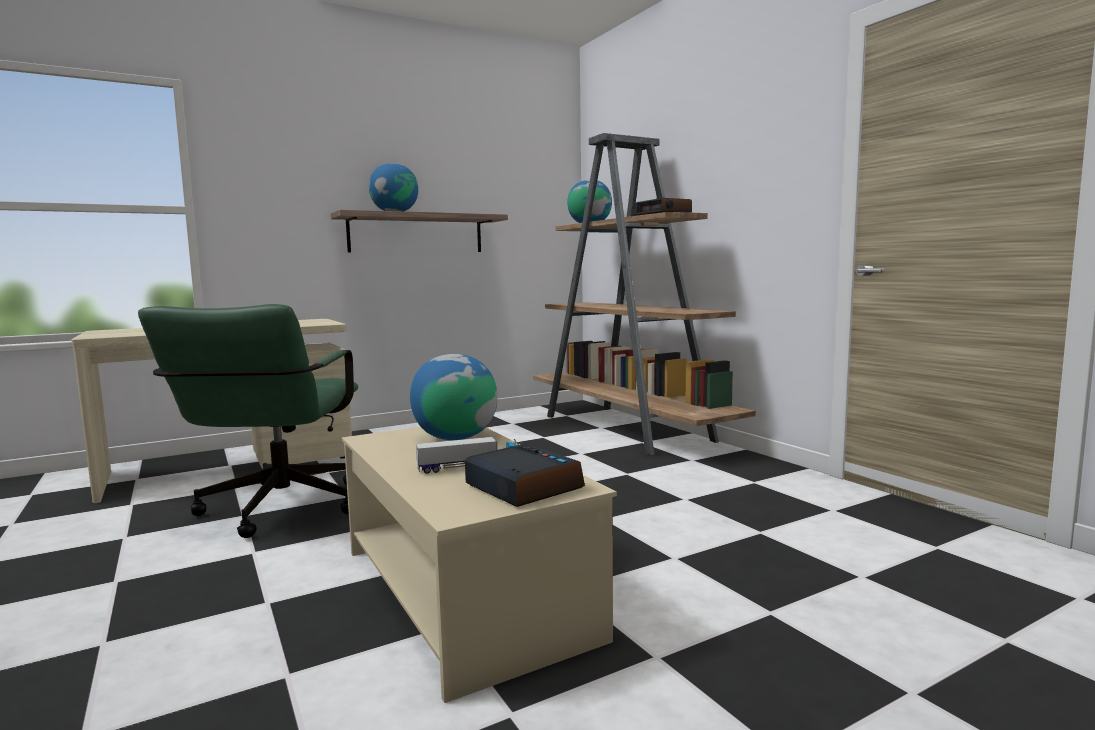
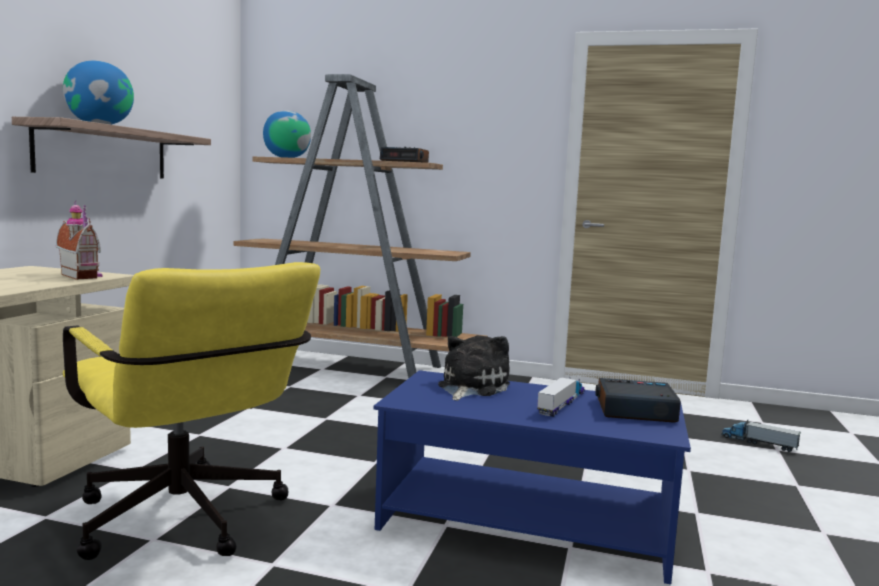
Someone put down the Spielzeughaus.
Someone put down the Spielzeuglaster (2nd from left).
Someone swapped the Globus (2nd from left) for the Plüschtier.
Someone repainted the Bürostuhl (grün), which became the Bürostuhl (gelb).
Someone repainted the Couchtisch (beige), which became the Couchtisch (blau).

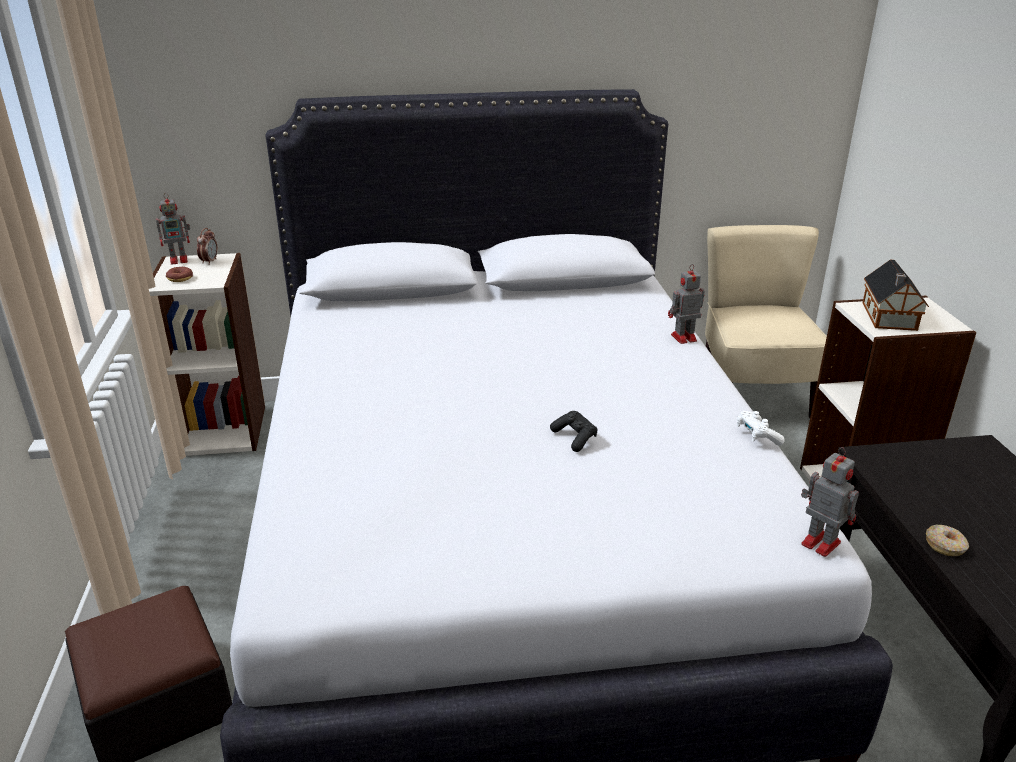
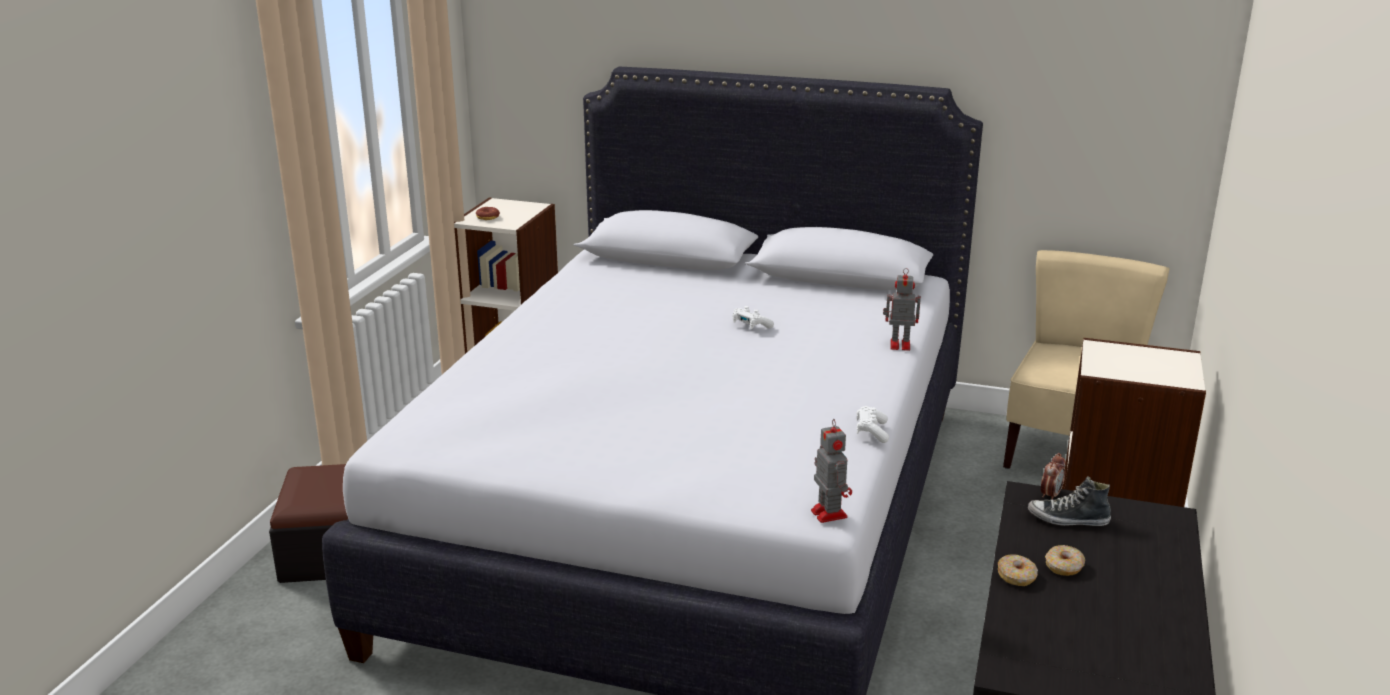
Someone took away the Spielzeugroboter (1st from left).
Someone took away the Gamepad (schwarz).
Someone took away the Spielzeughaus.
Someone put down the Gamepad (weiß) (1st from left).
Someone put down the Schuh.
Someone put down the Donut (3rd from left).
Someone carried the Wecker.

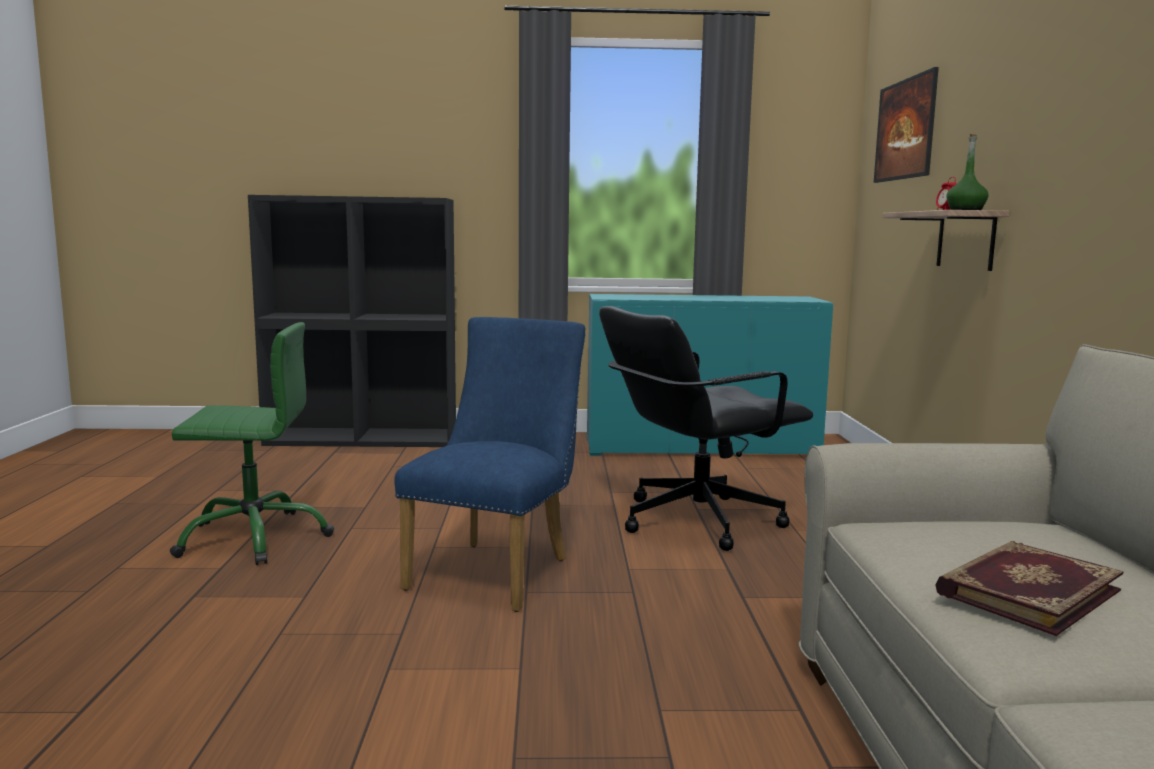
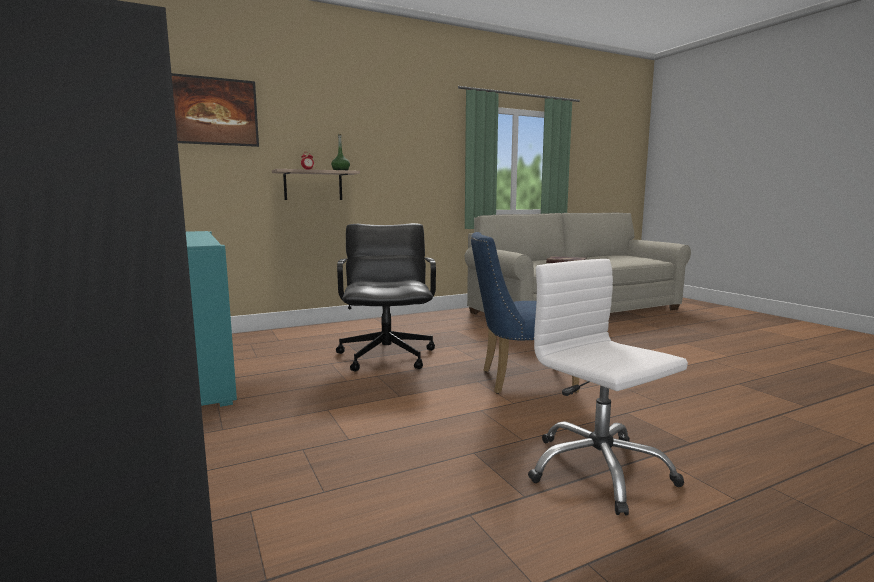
Someone repainted the Bürostuhl (grün), which became the Bürostuhl (weiß).
Someone rotated the Bürostuhl (schwarz) by 135 degrees counterclockwise.

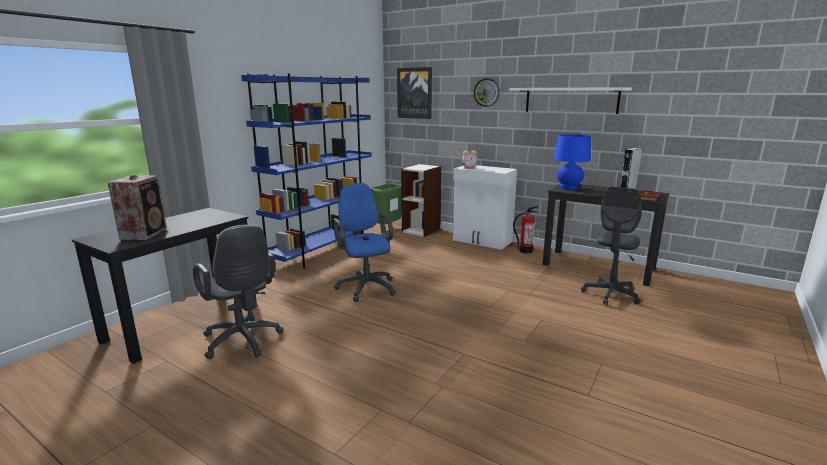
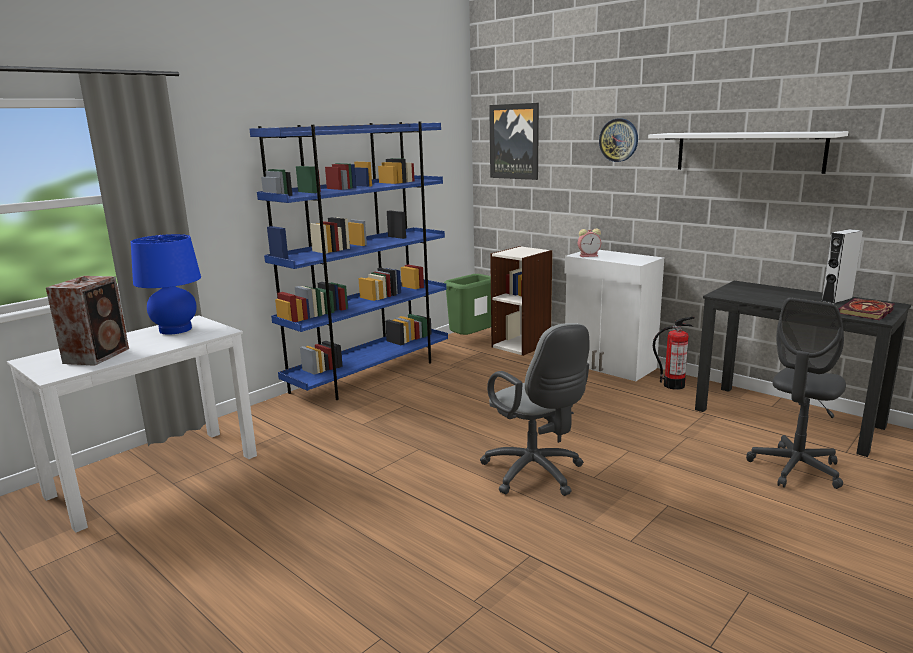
Someone took away the Bürostuhl (blau).
Someone carried the Bürostuhl (grau) (1st from left).
Someone carried the Tischlampe (blau).
Someone repainted the Schreibtisch (schwarz) (1st from left), which became the Schreibtisch (weiß).

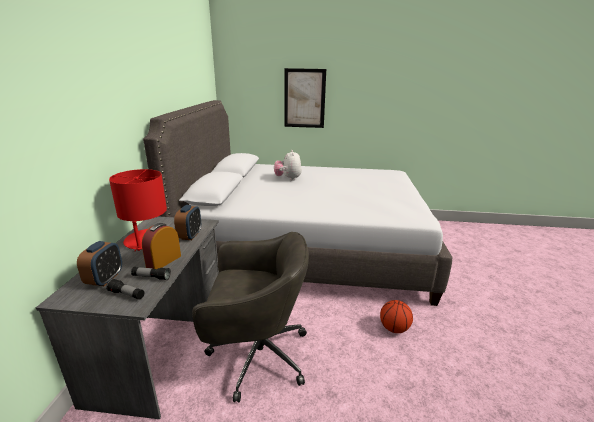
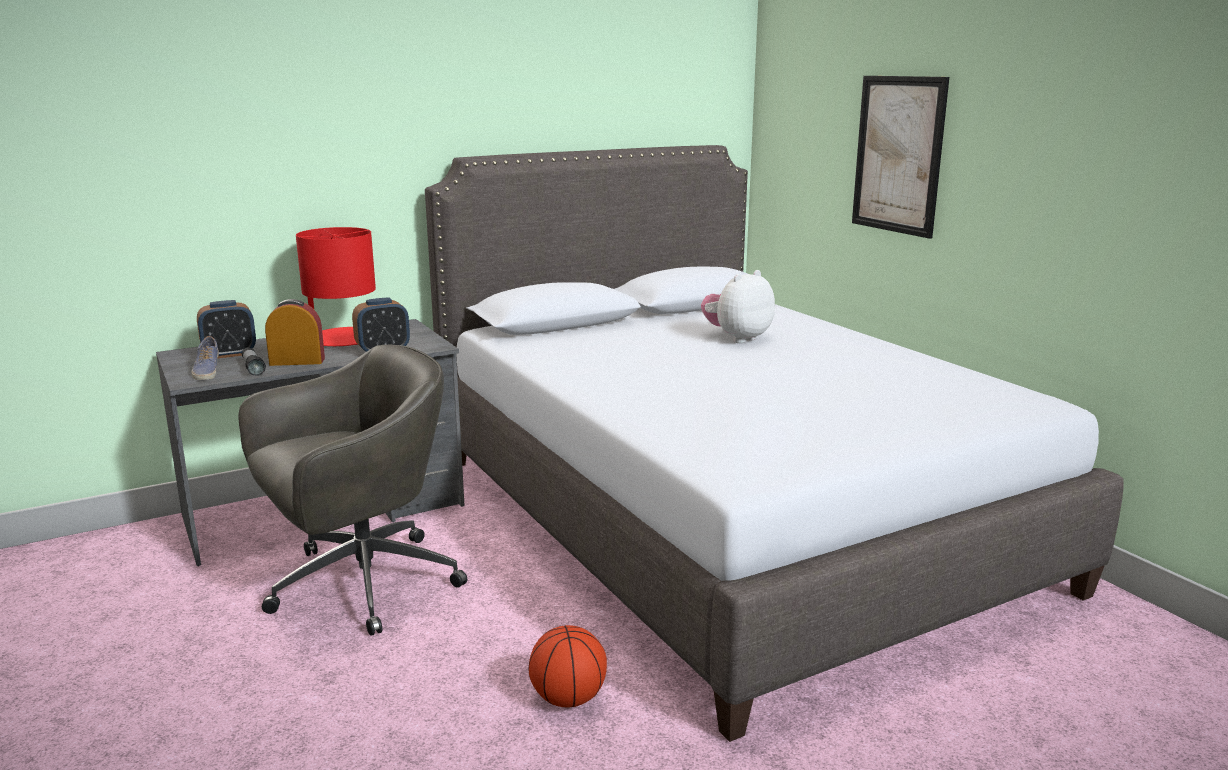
Someone swapped the Taschenlampe (1st from left) for the Schuh.
Someone rotated the Bürostuhl (grau) by 90 degrees counterclockwise.

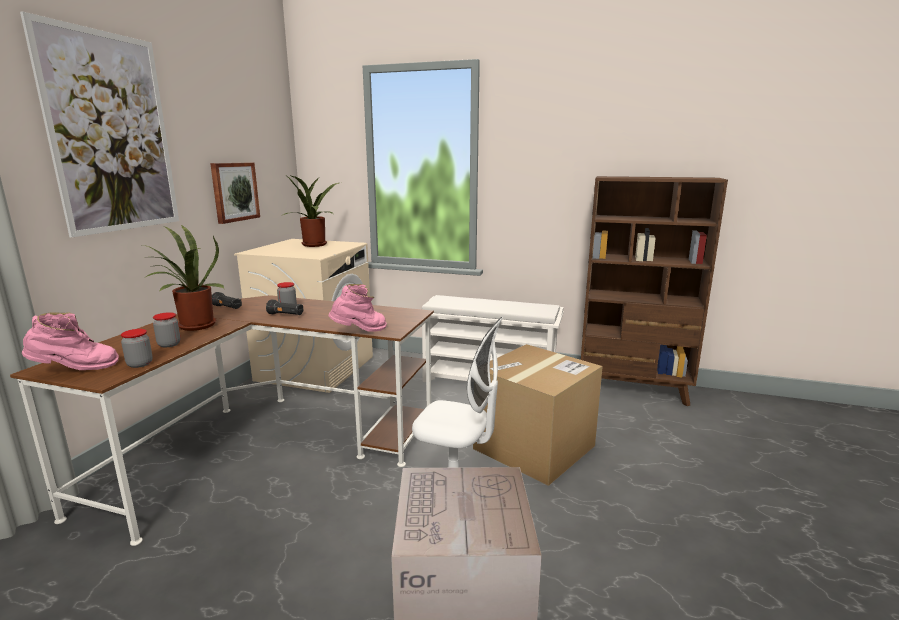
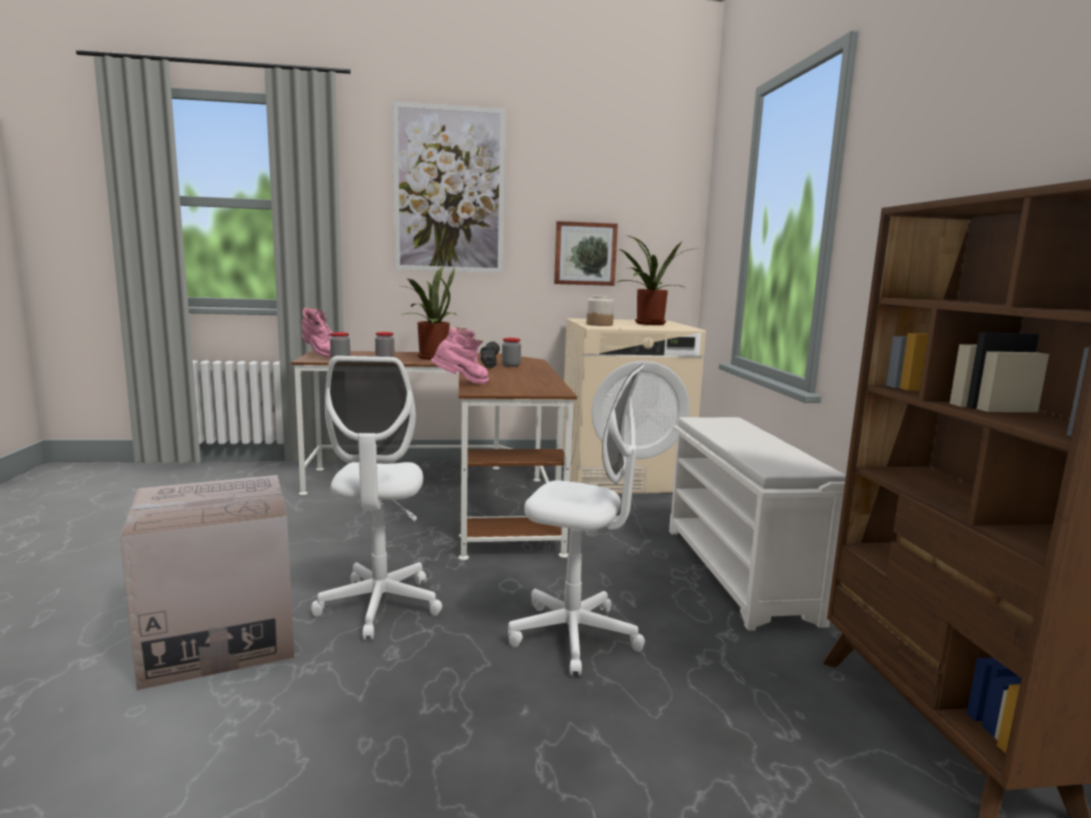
Someone put down the Vorratsglas (4th from left).
Someone swapped the Karton (2nd from left) for the Bürostuhl (weiß) (2nd from left).
Someone rotated the Stiefel (rosa) (2nd from left) by 75 degrees counterclockwise.

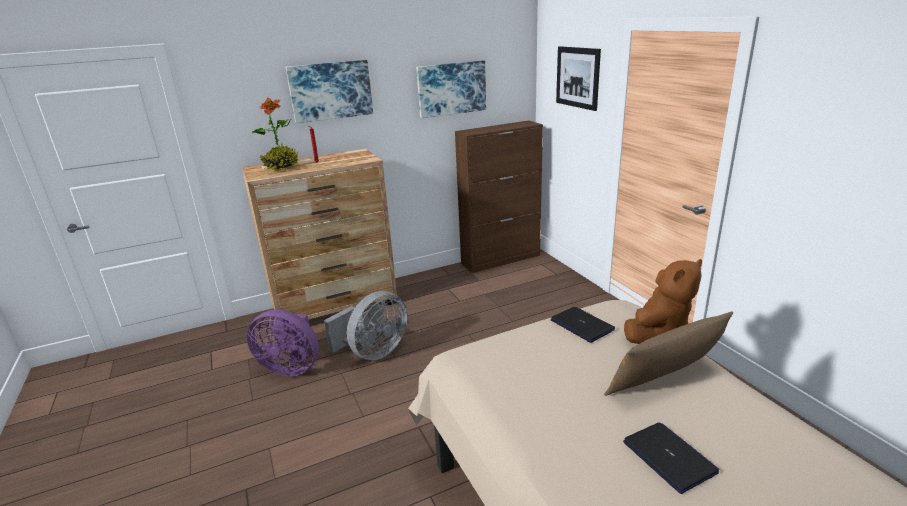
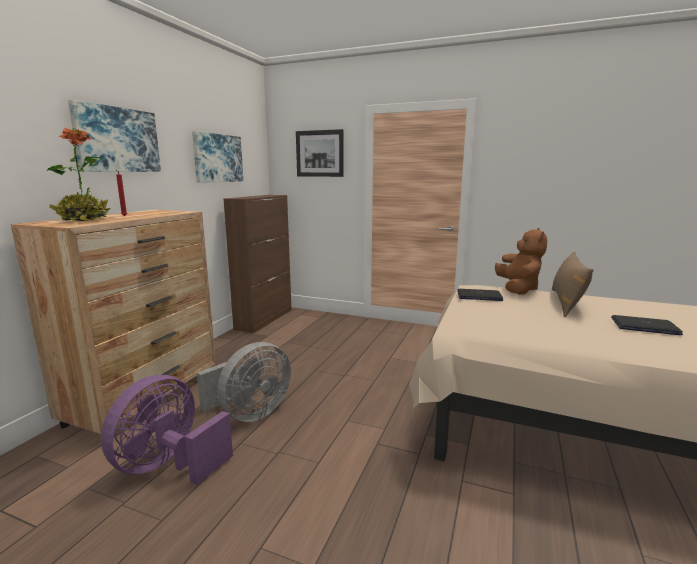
Someone rotated the Ventilator (lila) by 150 degrees clockwise.
Someone rotated the Ventilator (grau) by 45 degrees clockwise.

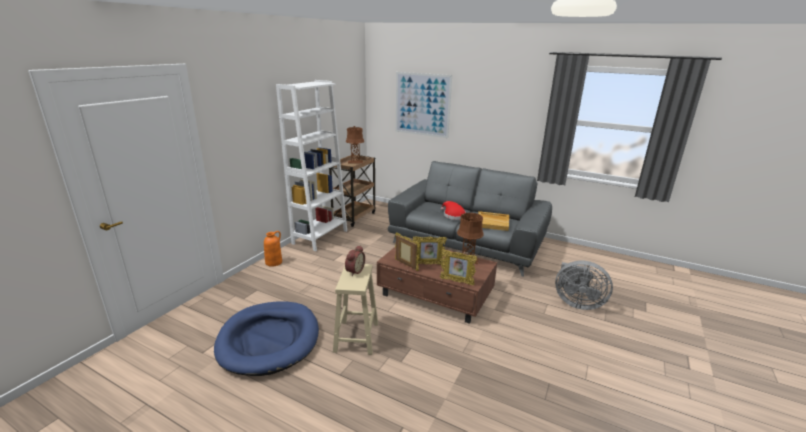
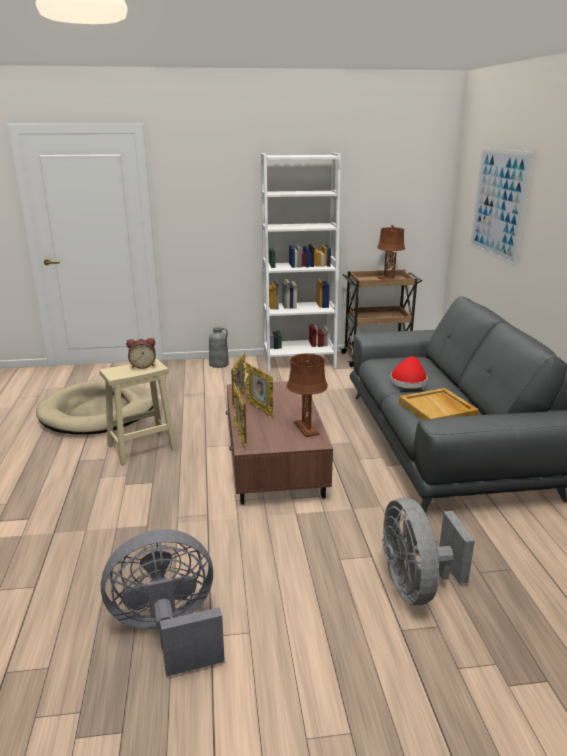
Someone put down the Ventilator (grau) (1st from left).
Someone repainted the Hundebett (blau), which became the Hundebett (beige).
Someone repainted the Vase (orange), which became the Vase (grau).

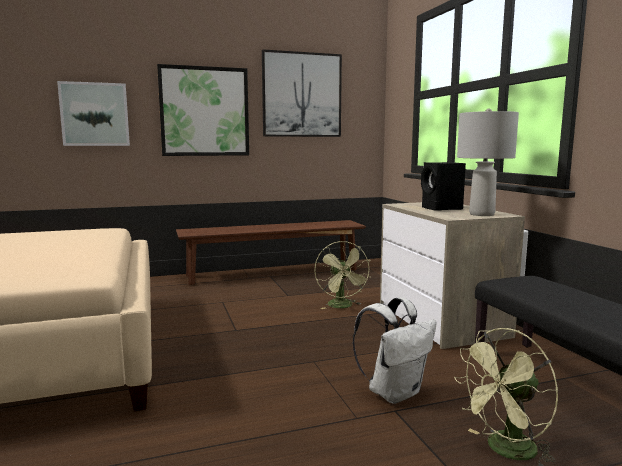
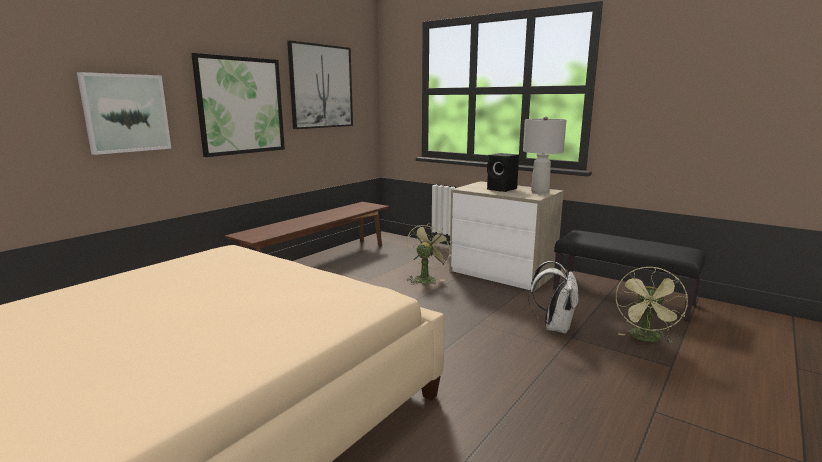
Someone rotated the Ventilator (grün) (1st from left) by 105 degrees counterclockwise.

